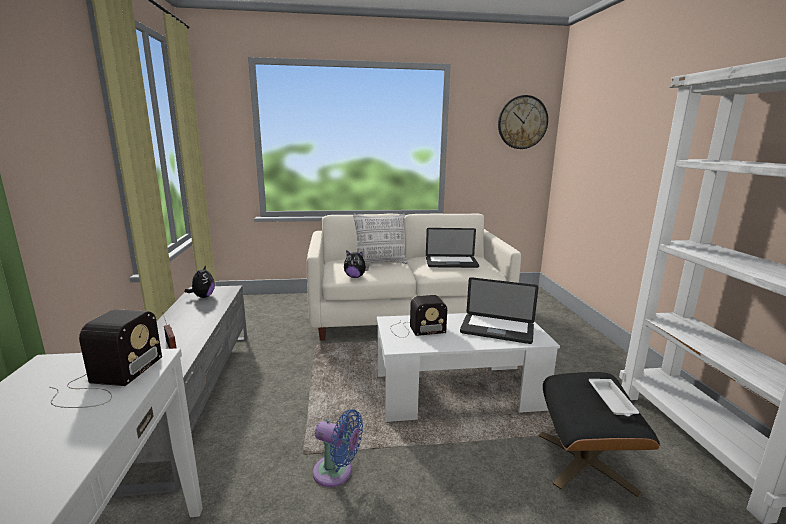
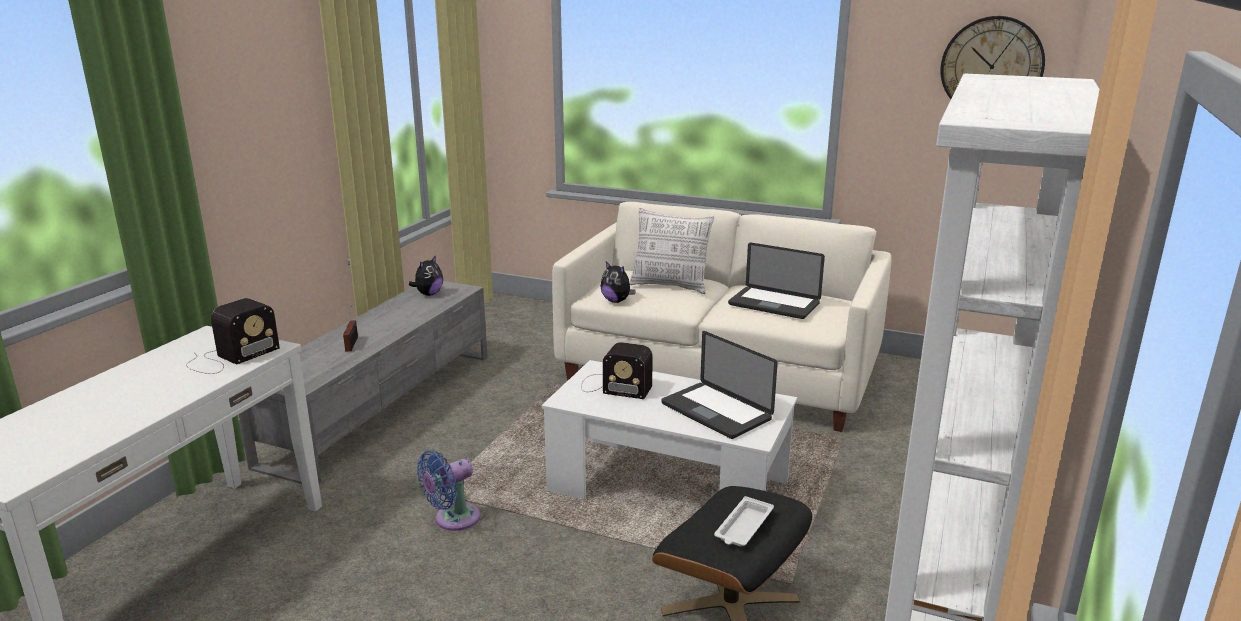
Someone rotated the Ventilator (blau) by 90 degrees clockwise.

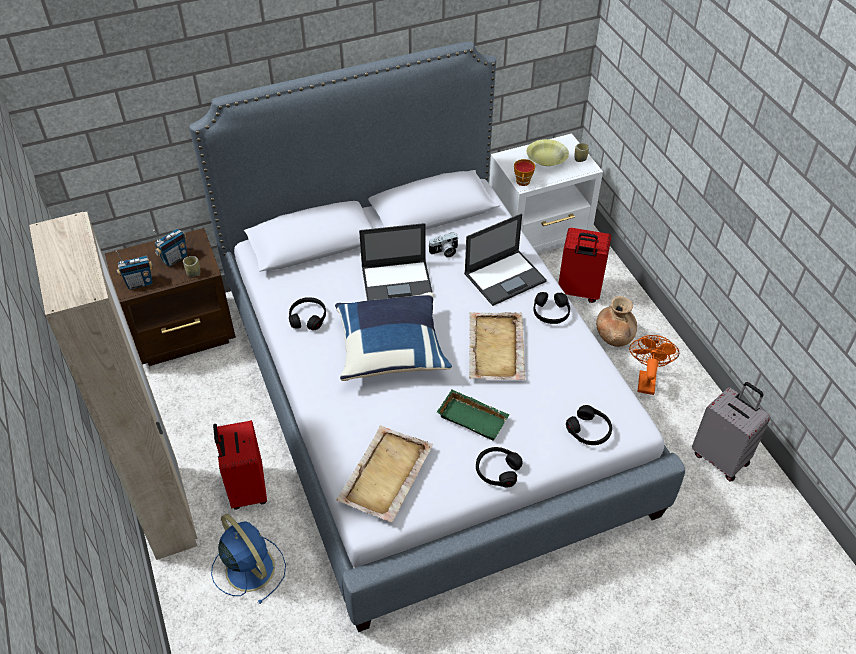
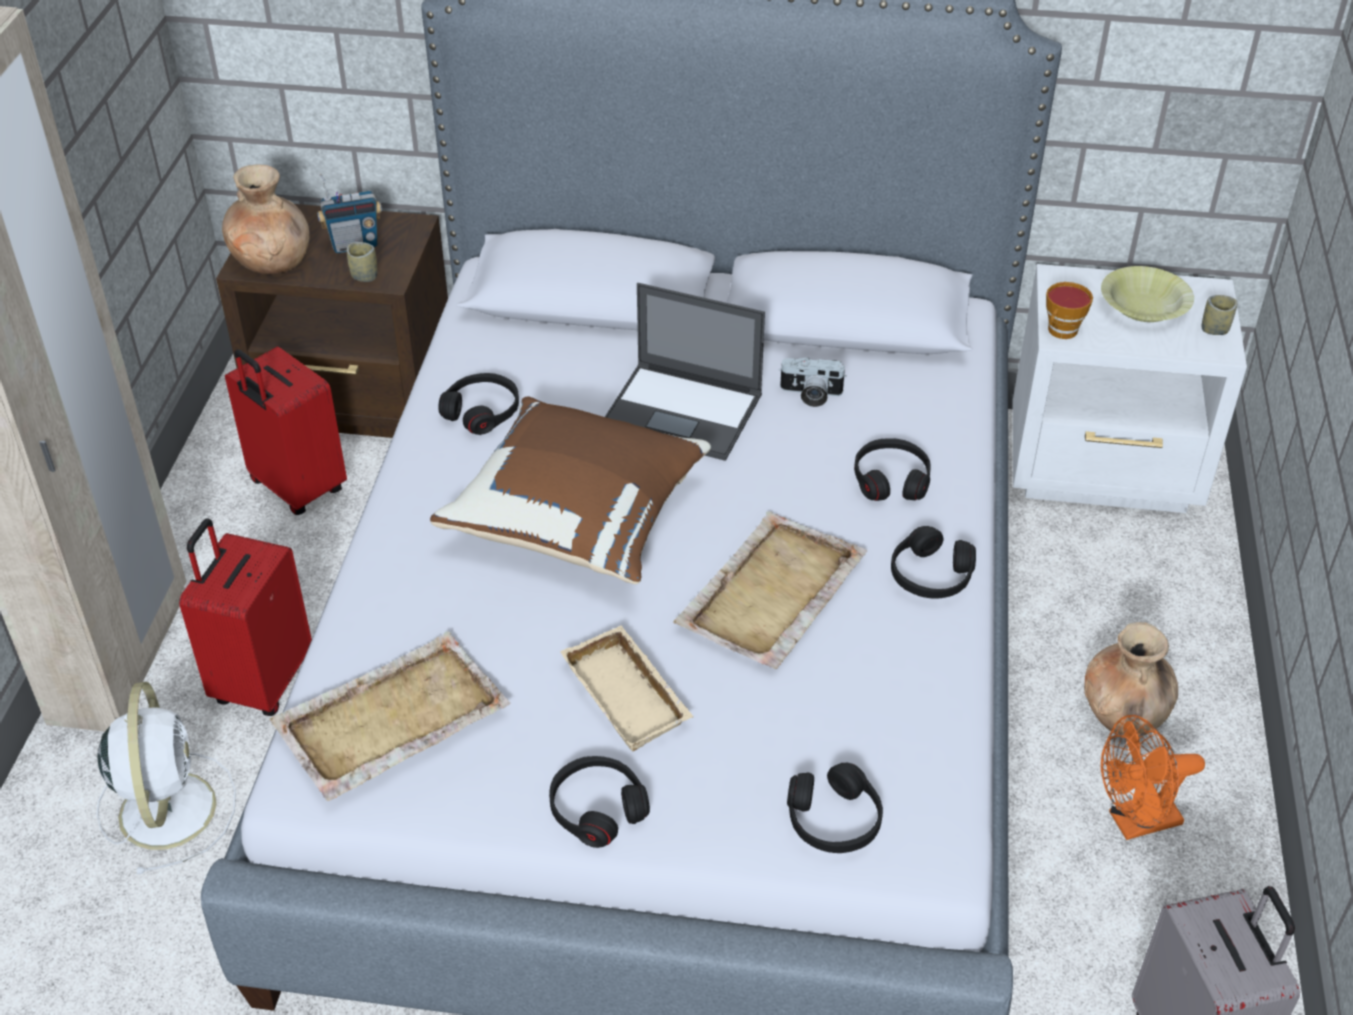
Someone carried the Koffer (rot) (2nd from left).
Someone swapped the Radio (1st from left) for the Vase (braun) (1st from left).
Someone swapped the Laptop (2nd from left) for the Kopfhörer (schwarz) (4th from left).
Someone repainted the Ventilator (blau), which became the Ventilator (weiß).
Someone repainted the Kissen (blau), which became the Kissen (braun).
Someone repainted the Tablett (grün), which became the Tablett (beige) (2nd from left).
Someone rotated the Ventilator (orange) by 150 degrees counterclockwise.

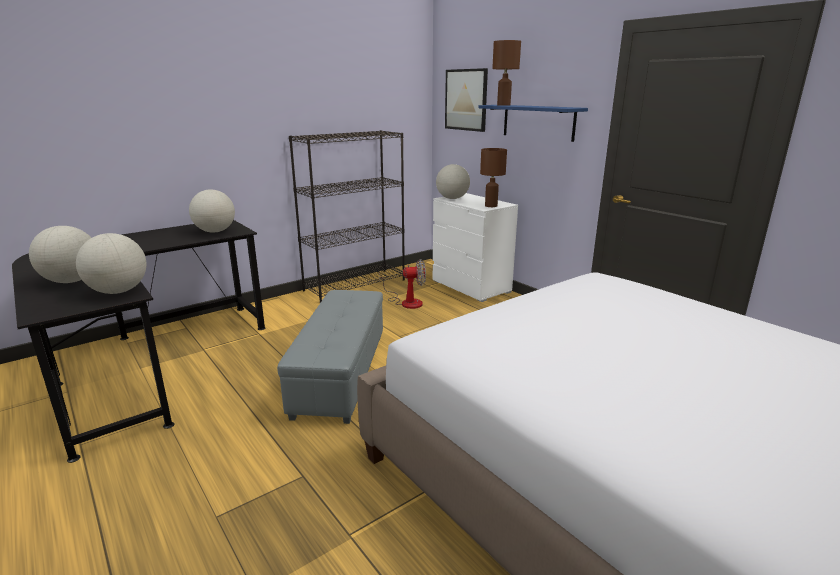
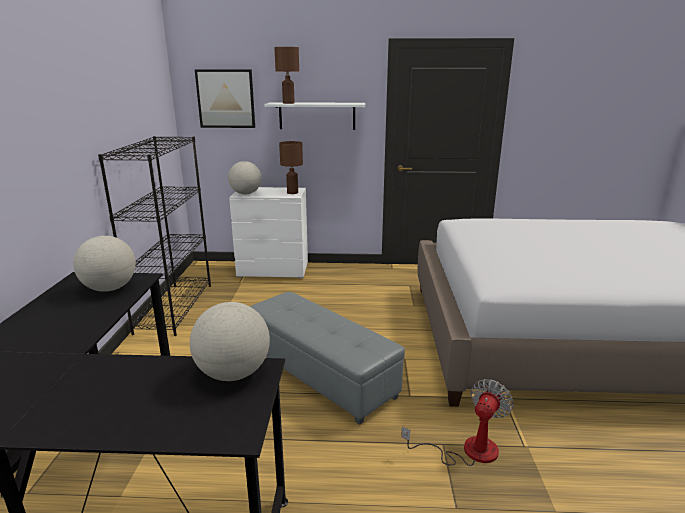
Someone took away the Globus (1st from left).
Someone carried the Ventilator.
Someone repainted the Wandregal (blau), which became the Wandregal (weiß).

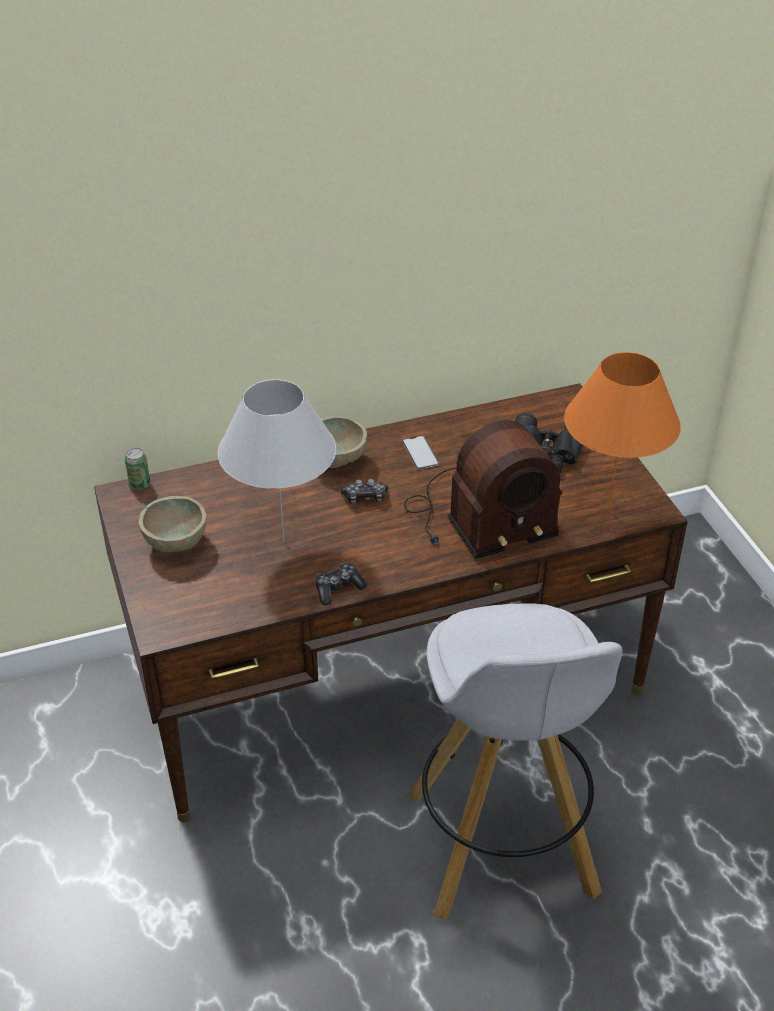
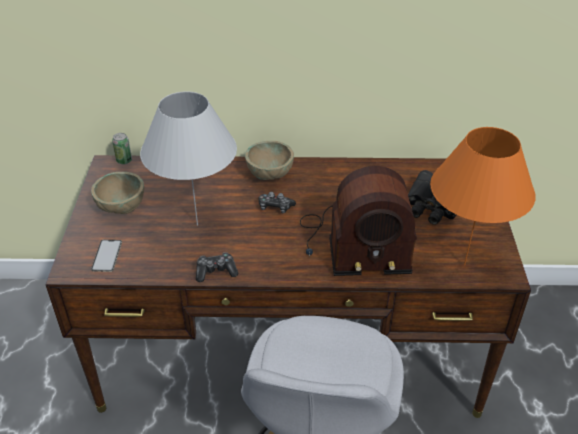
Someone carried the Handy.

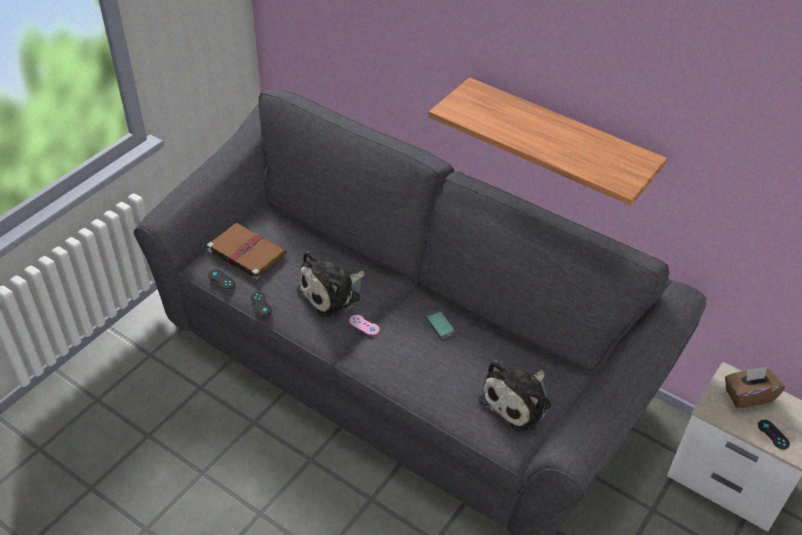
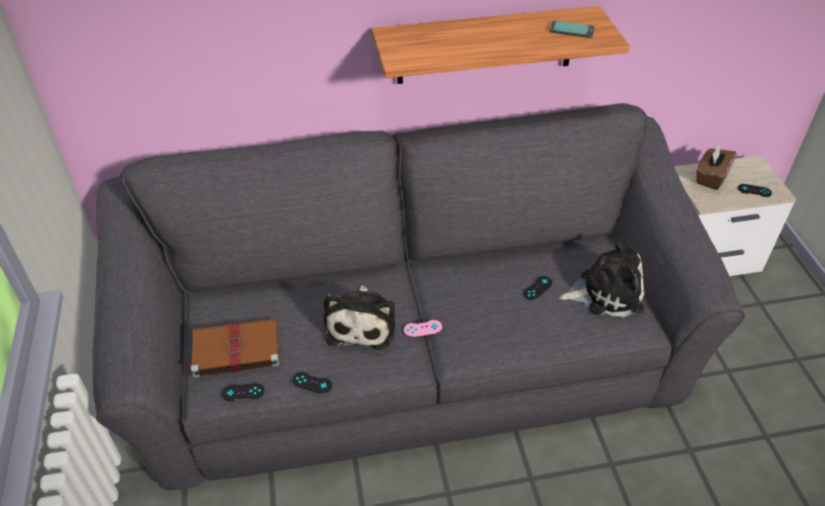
Someone put down the Gamepad (schwarz) (3rd from left).
Someone carried the Handy.
Someone rotated the Plüschtier (2nd from left) by 90 degrees counterclockwise.

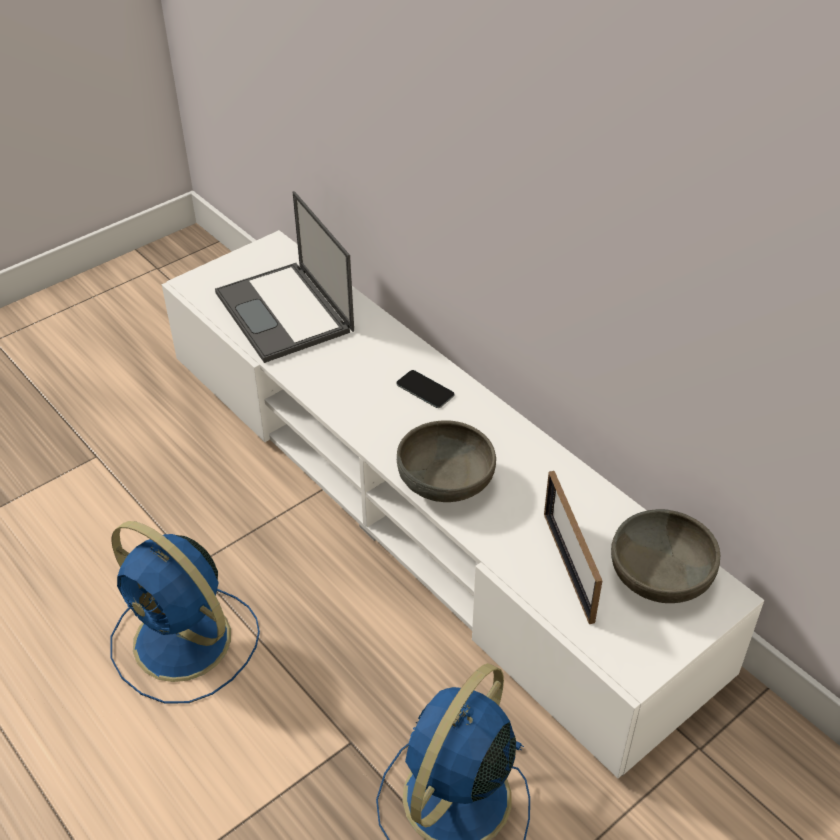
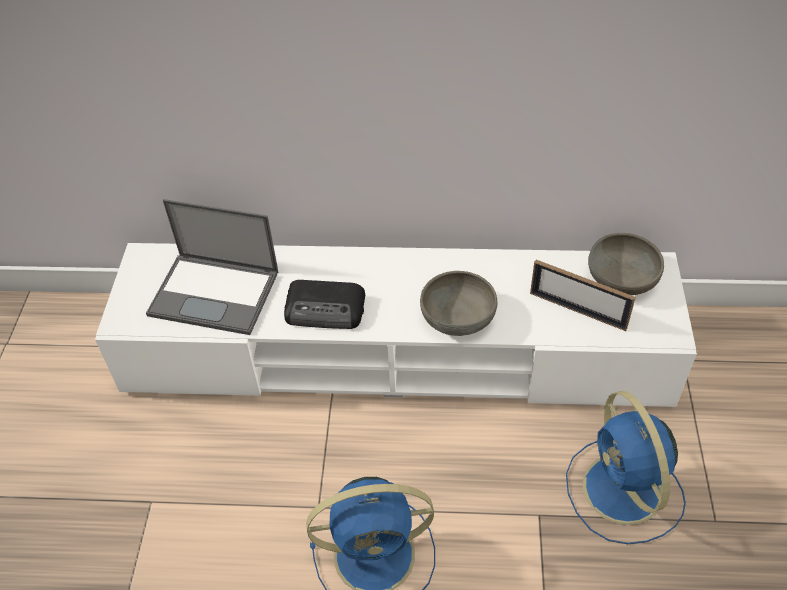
Someone took away the Handy.
Someone put down the Radio.

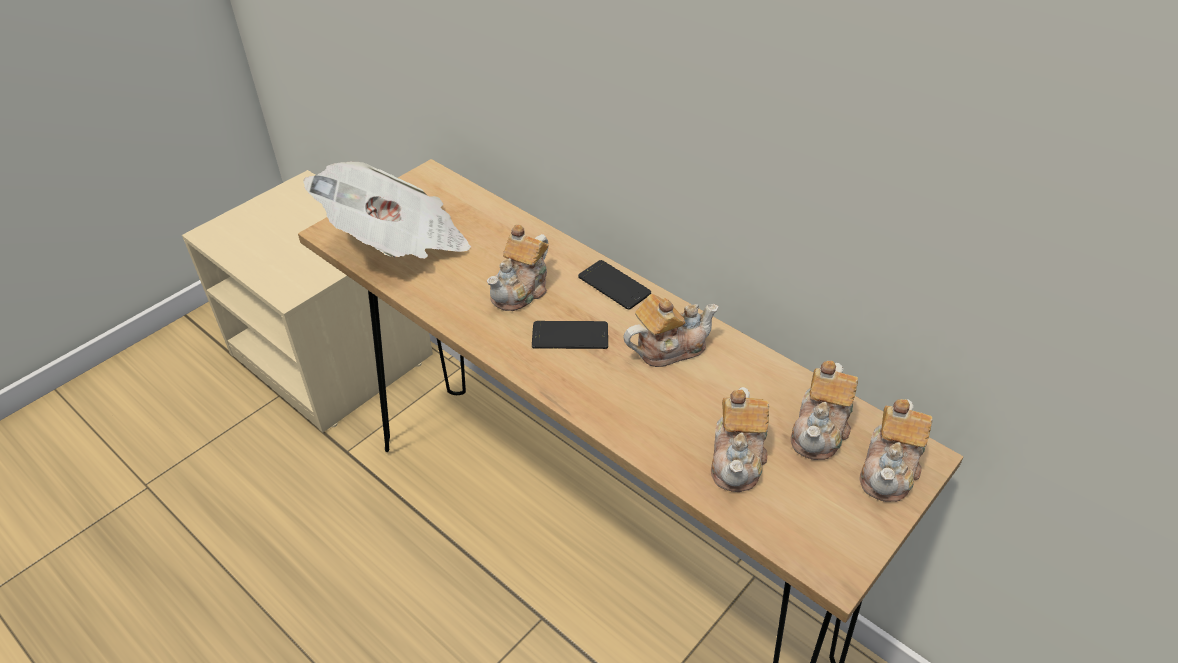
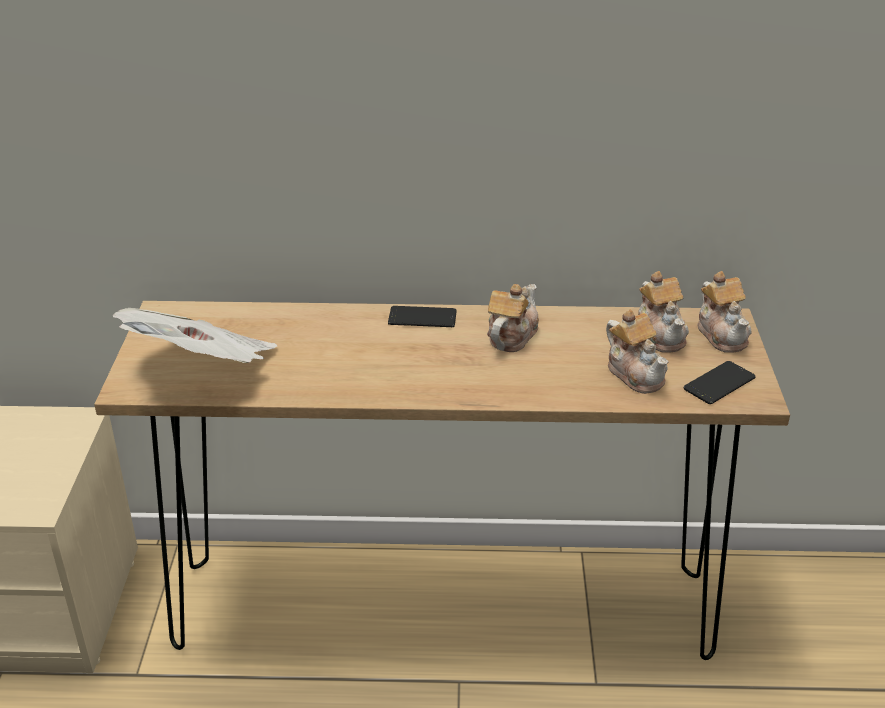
Someone took away the Teekanne (1st from left).
Someone carried the Handy (1st from left in the first image).

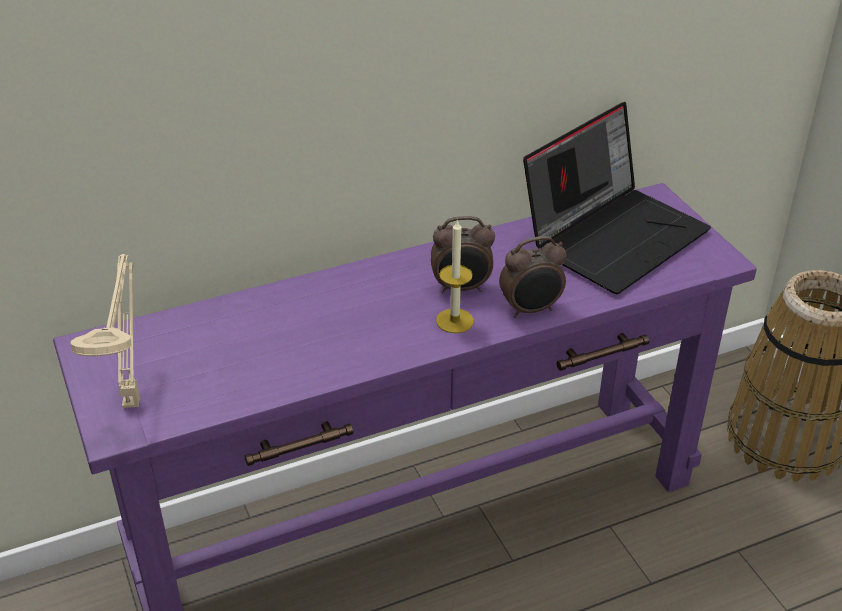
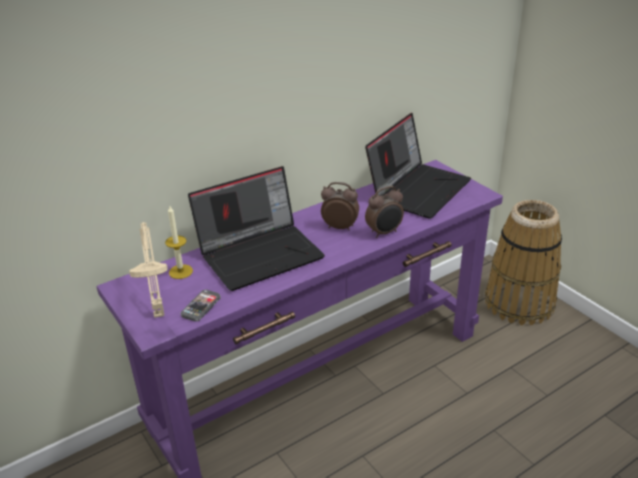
Someone put down the Handy.
Someone put down the Laptop (1st from left).
Someone carried the Kerze.
Someone rotated the Wecker (1st from left) by 150 degrees counterclockwise.

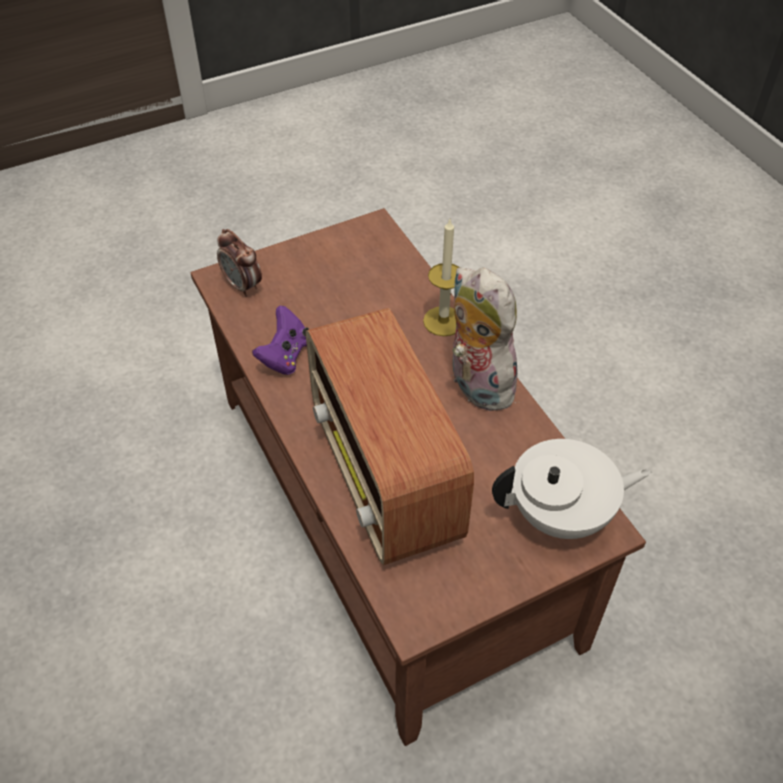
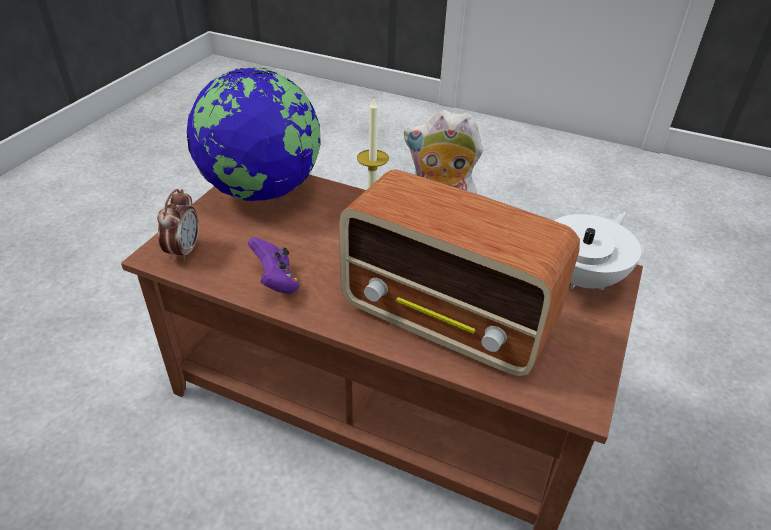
Someone put down the Globus.
Someone rotated the Wecker by 90 degrees counterclockwise.

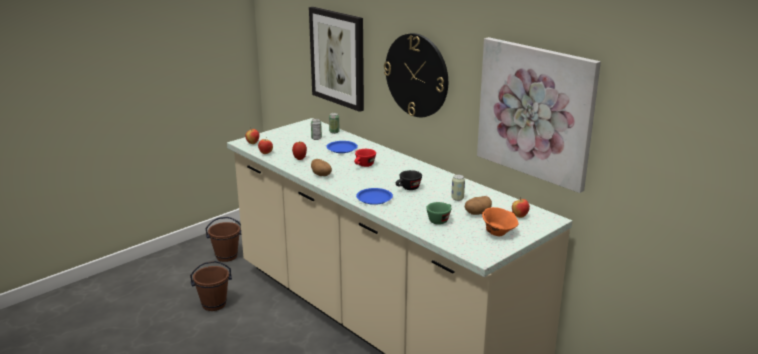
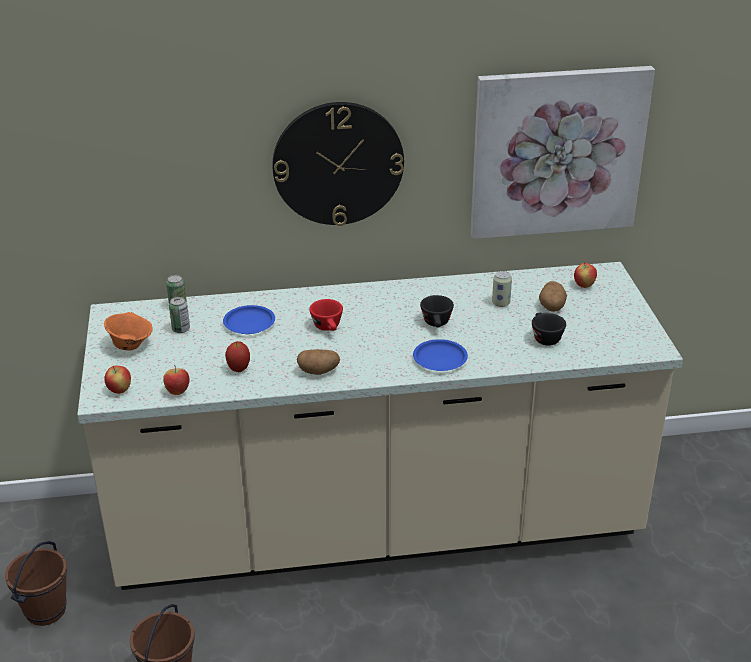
Someone took away the Bild (1st from left).
Someone carried the Schüssel (orange).
Someone repainted the Tasse (grün), which became the Tasse (schwarz) (2nd from left).

